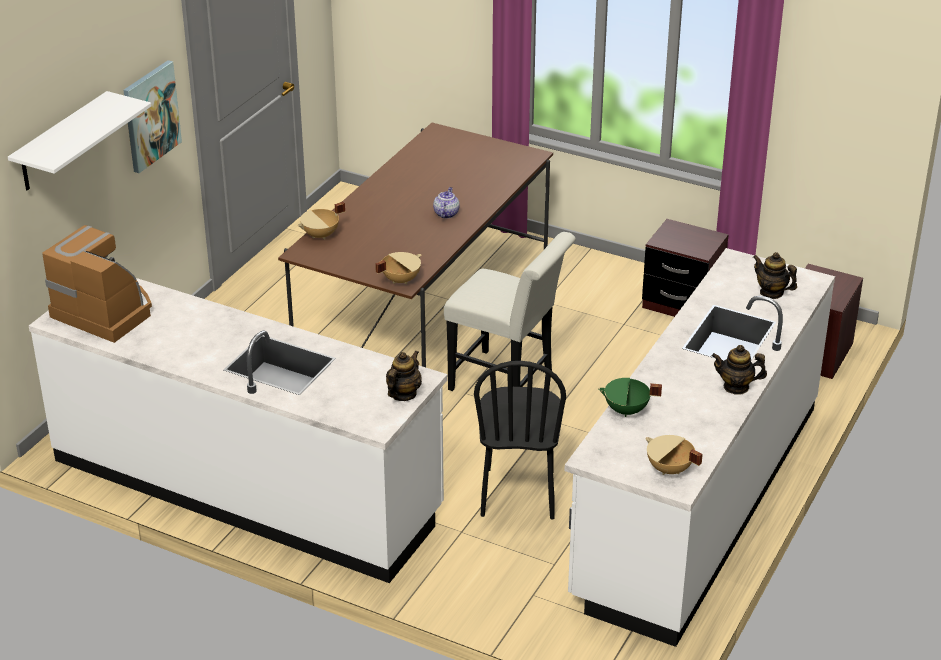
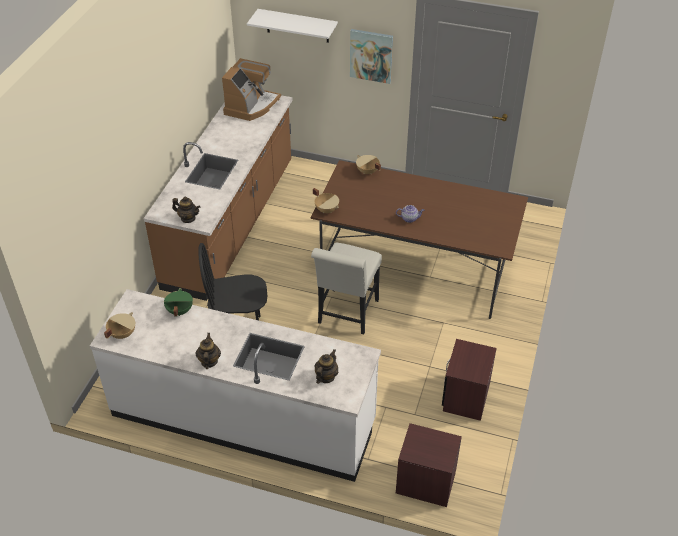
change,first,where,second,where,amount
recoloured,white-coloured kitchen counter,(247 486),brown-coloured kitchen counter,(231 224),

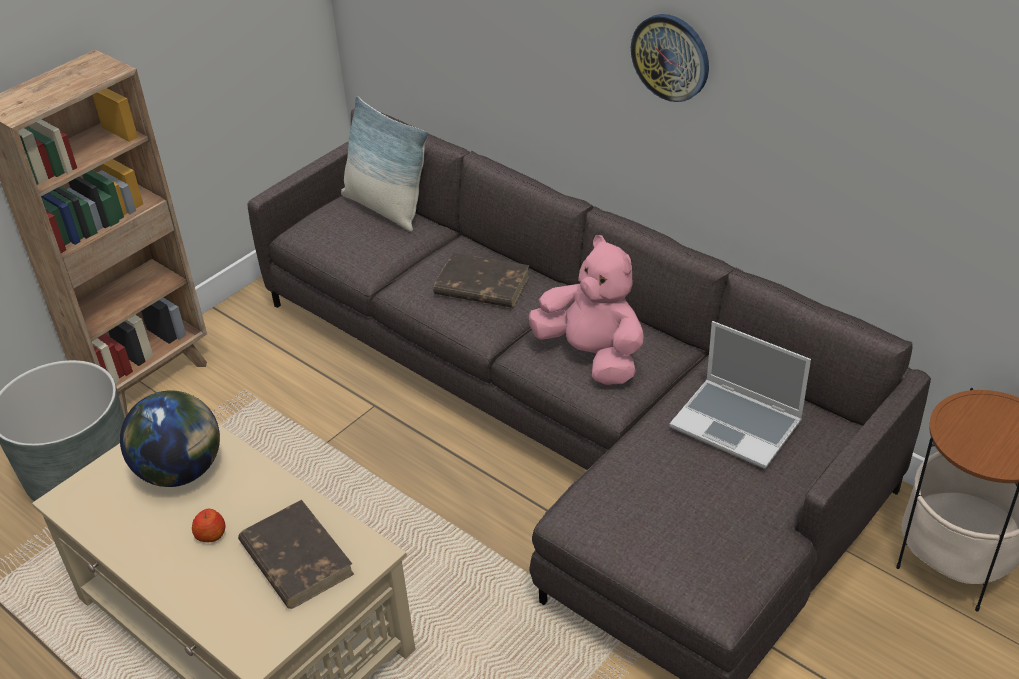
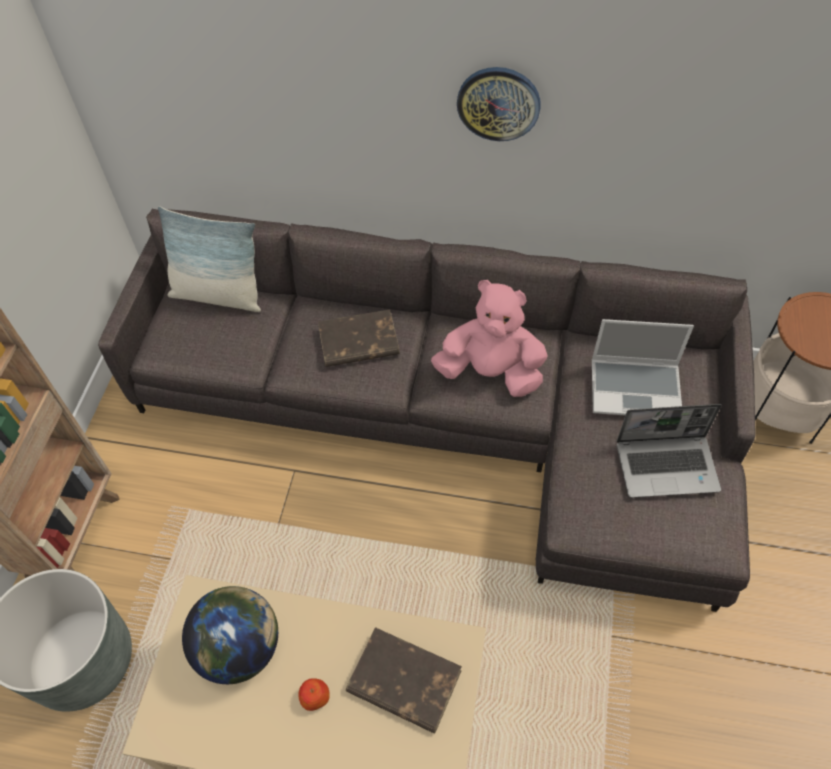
change,first,where,second,where,amount
added,,,laptop,(667 466),

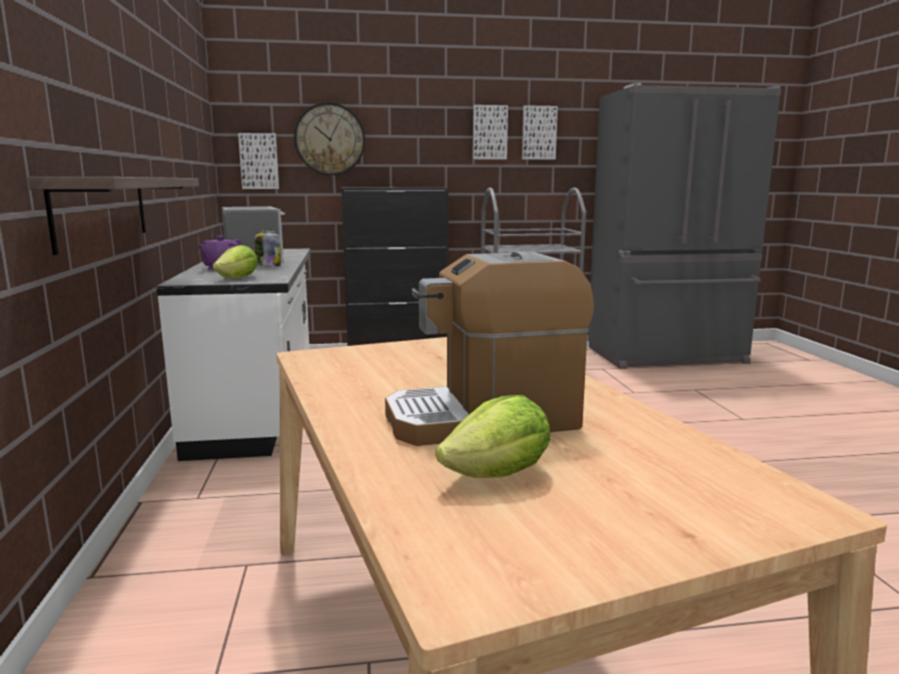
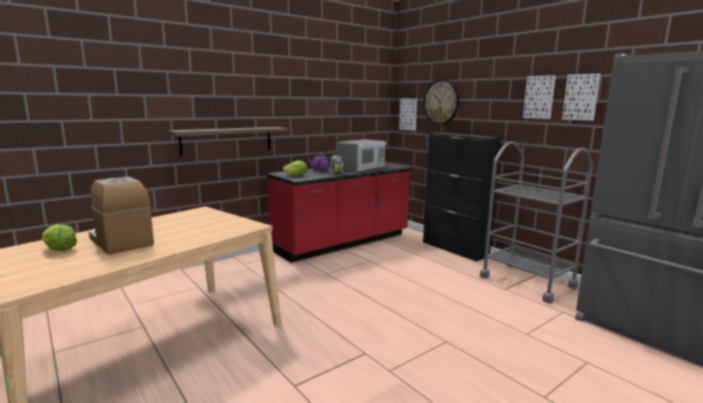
change,first,where,second,where,amount
recoloured,white-coloured kitchen counter,(260 404),red-coloured kitchen counter,(343 243),

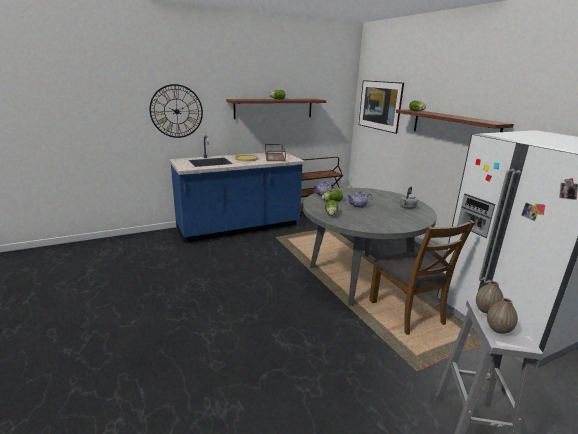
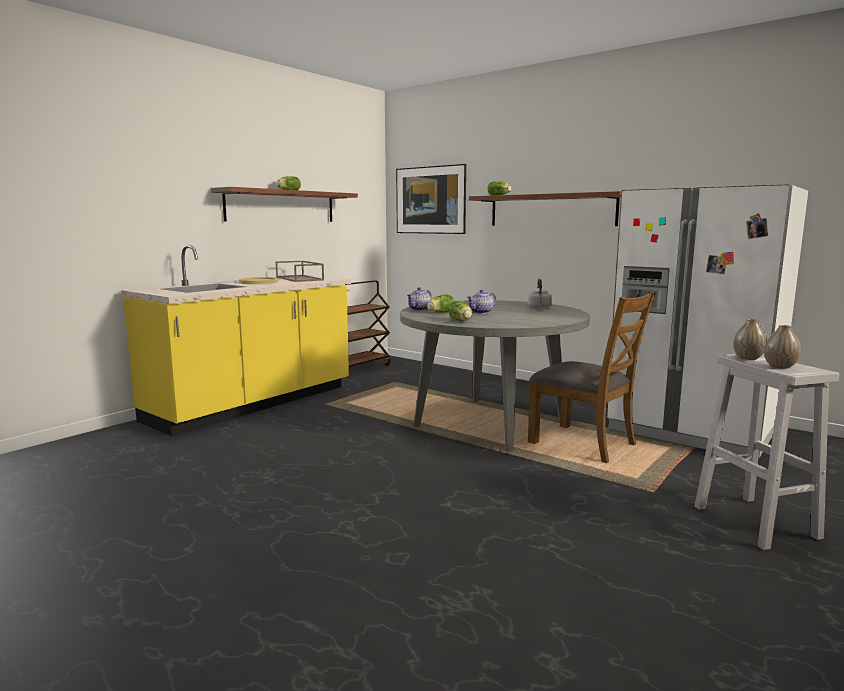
change,first,where,second,where,amount
removed,wall clock,(176 111),,,
recoloured,blue kitchen counter,(239 228),yellow-coloured kitchen counter,(253 404),

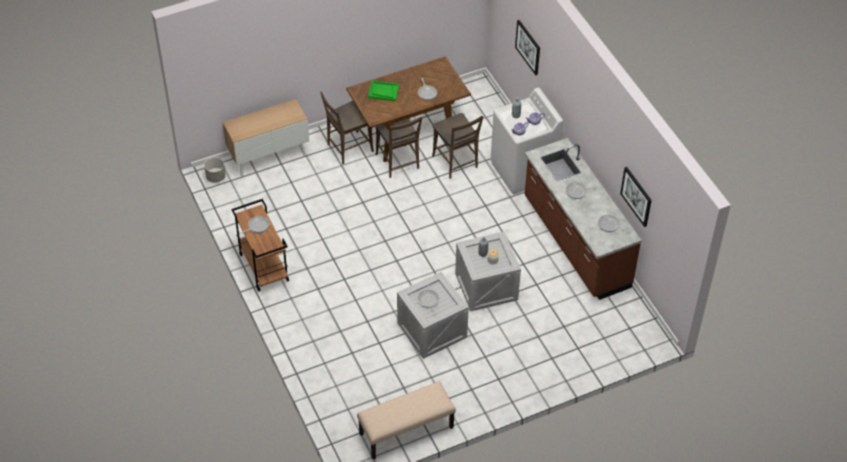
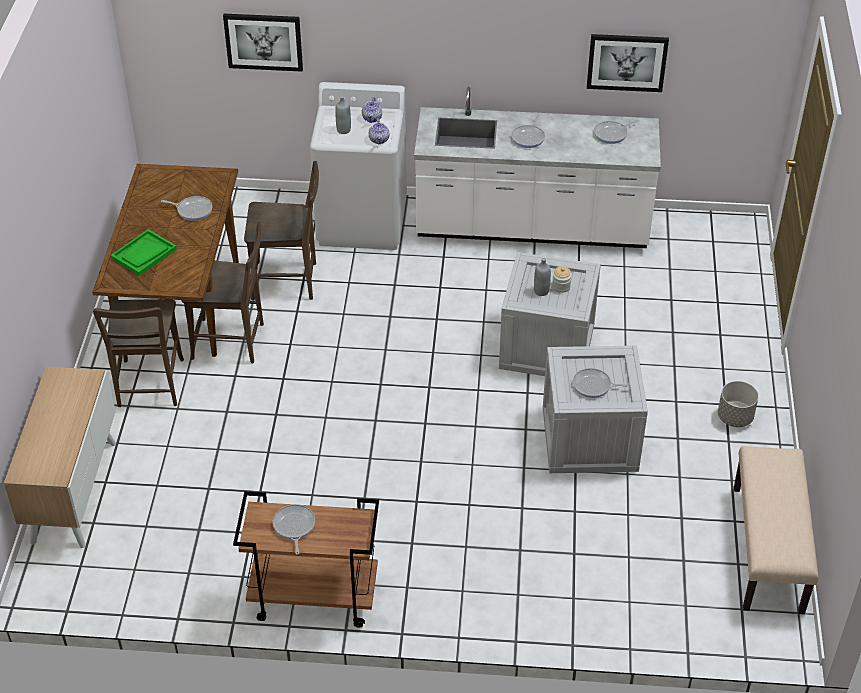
change,first,where,second,where,amount
recoloured,brown-coloured kitchen counter,(575 243),white-coloured kitchen counter,(532 228),
moved,gray flower pot,(216 177),,(734 417),

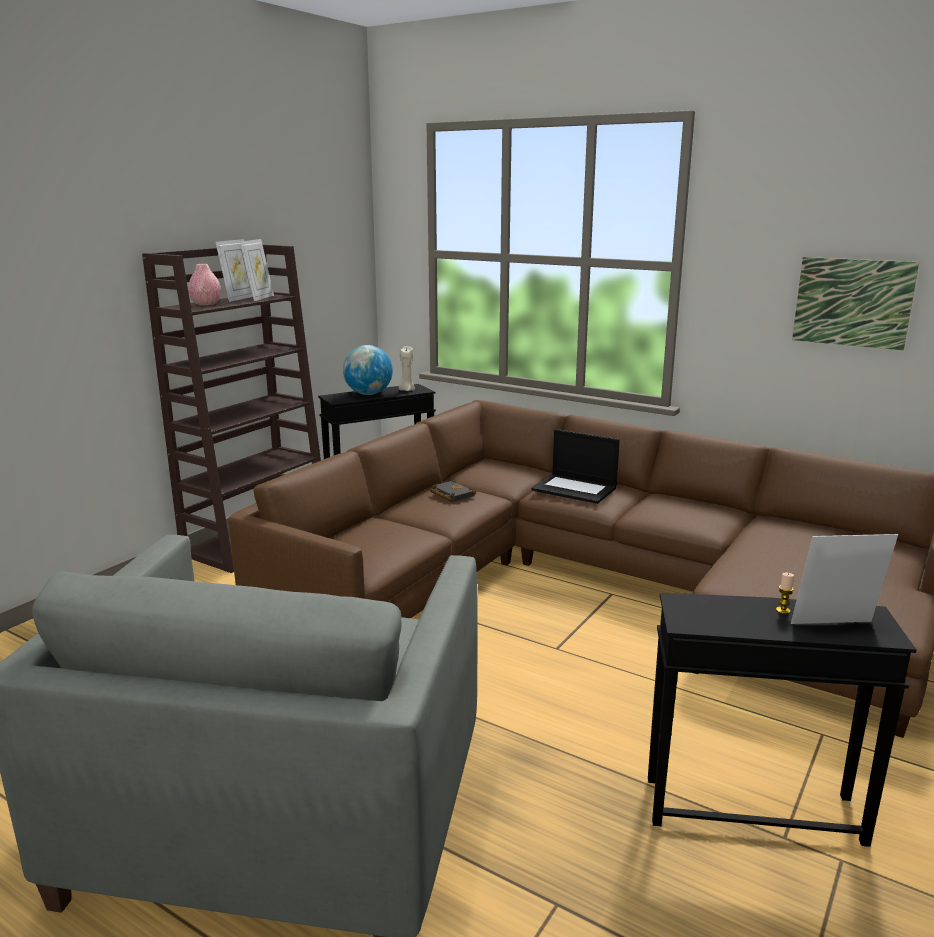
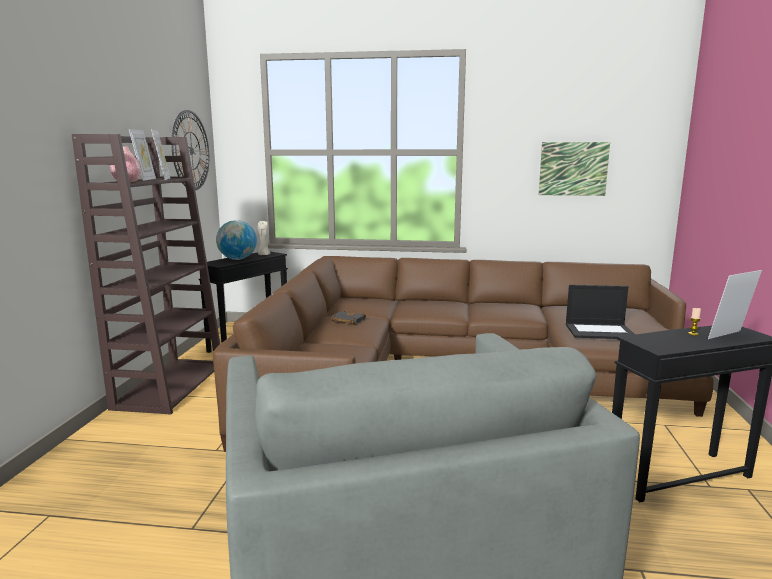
change,first,where,second,where,amount
moved,laptop,(575 489),,(600 331),
added,,,wall clock,(191 150),

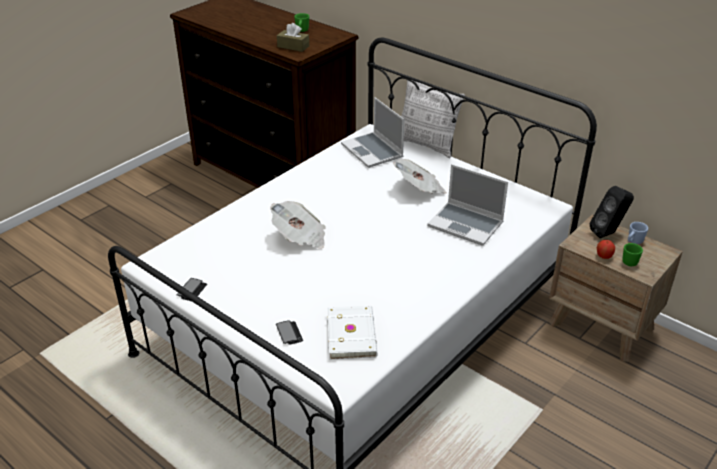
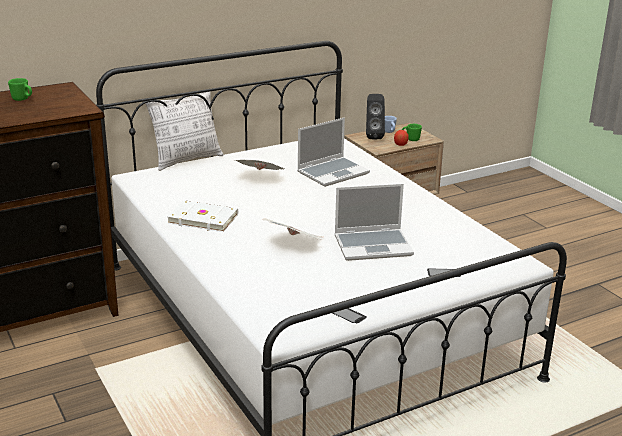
change,first,where,second,where,amount
removed,brown-coloured box of tissues,(293 46),,,
moved,laptop,(373 151),,(374 245),
moved,white-coloured volume,(352 334),,(203 218),

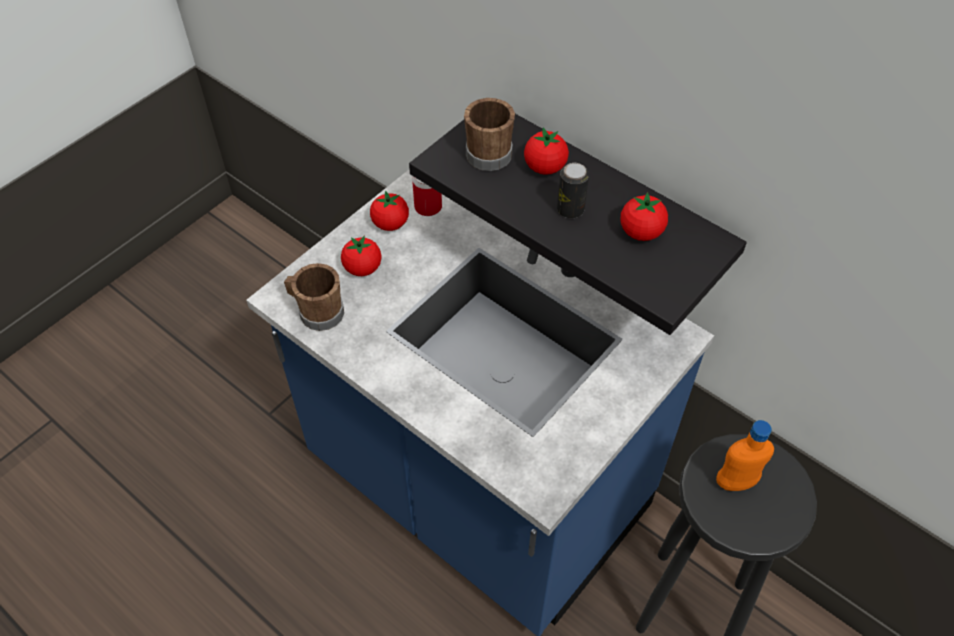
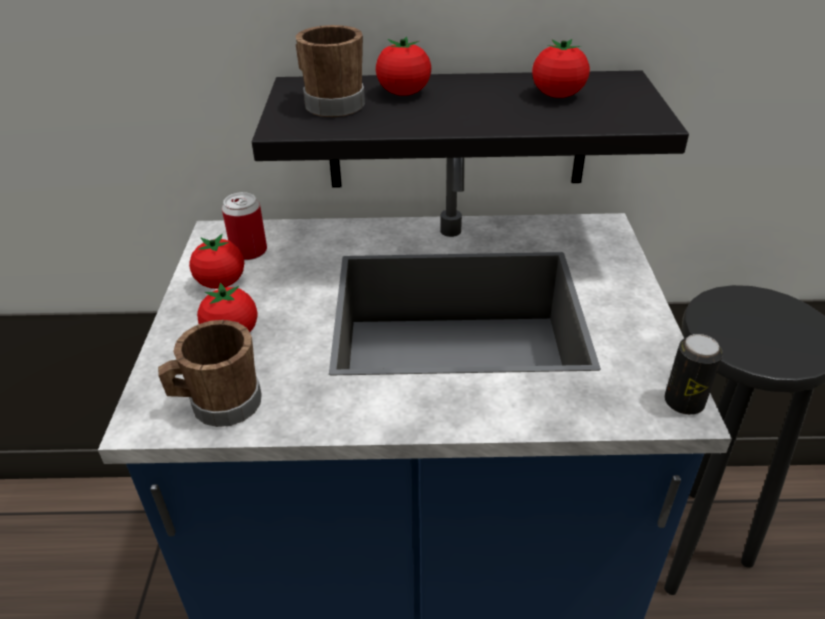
change,first,where,second,where,amount
moved,can,(570 209),,(683 402),
removed,orangey bottle,(736 482),,,

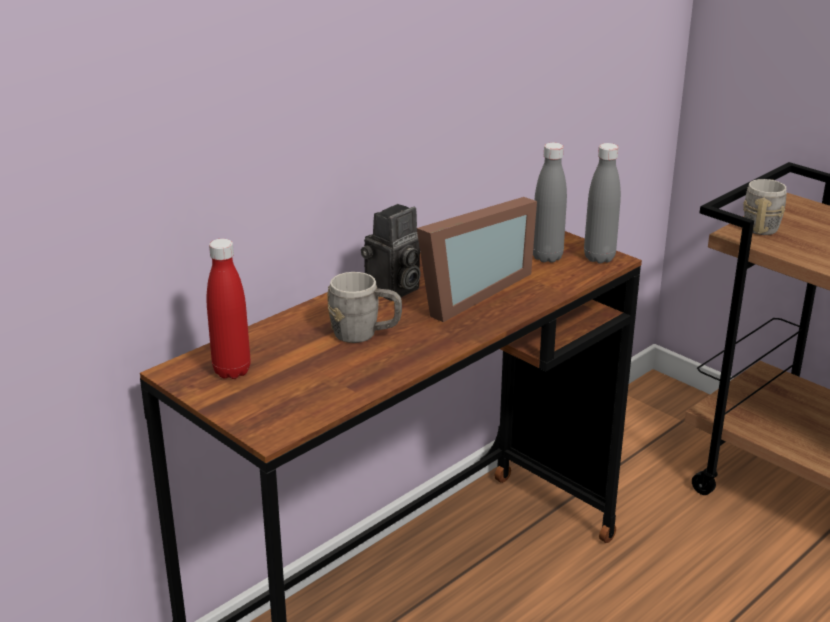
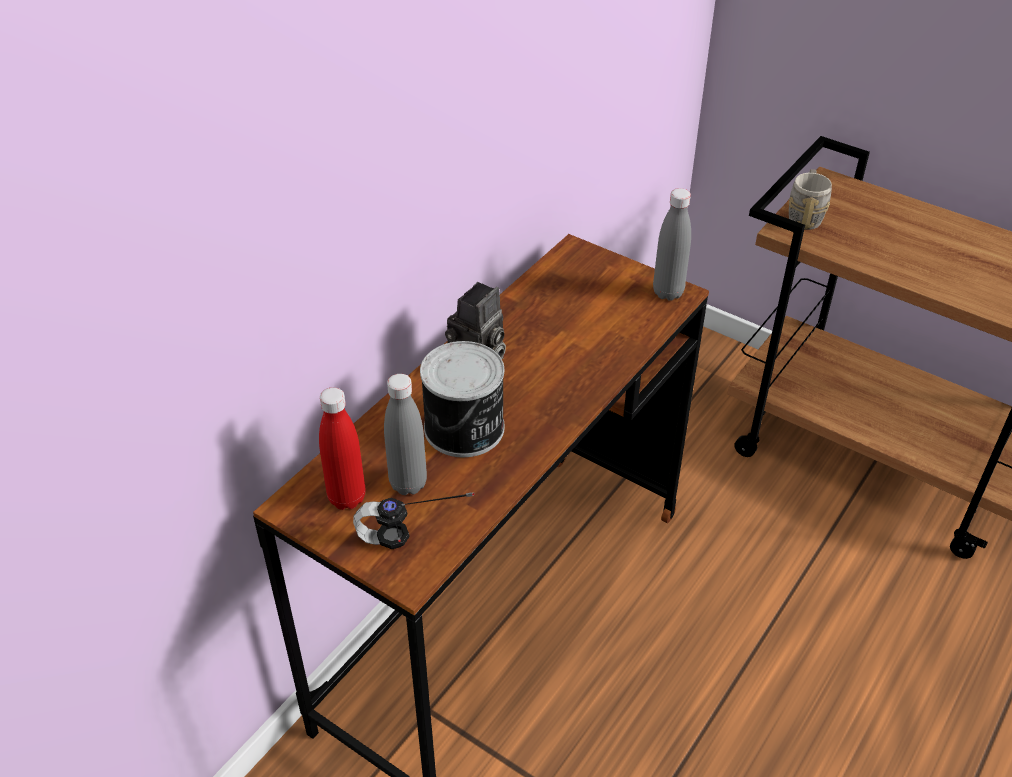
change,first,where,second,where,amount
moved,gray bottle,(547 257),,(408 483),
removed,photo frame,(465 292),,,
replaced,gray tea mug,(364 334),can,(465 429),
added,,,pair of headphones,(413 549),

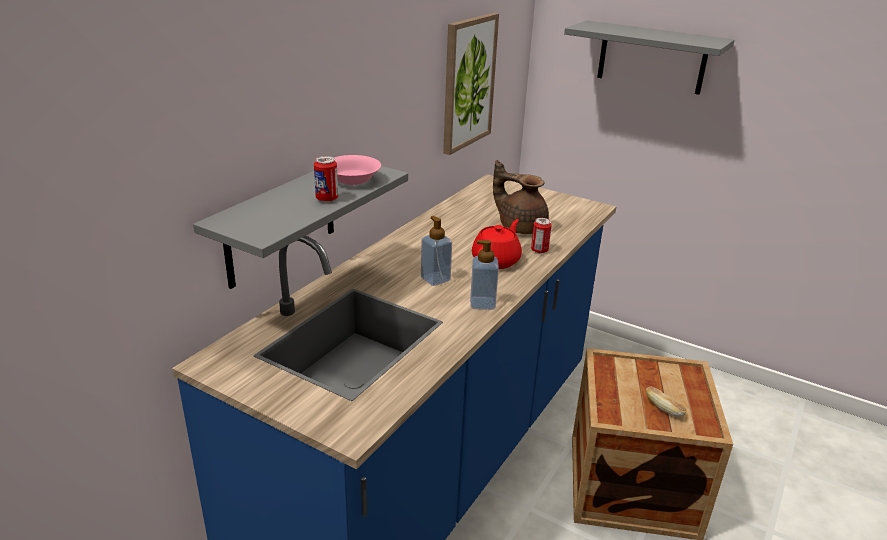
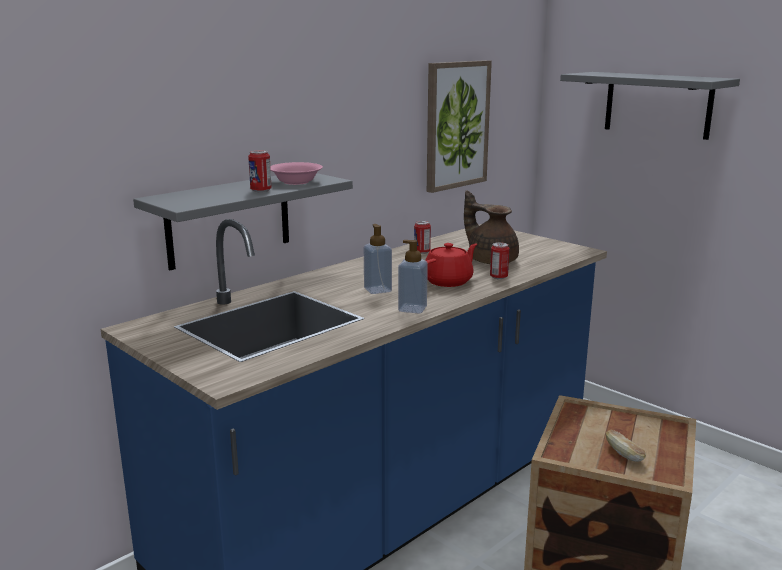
change,first,where,second,where,amount
added,,,can,(422 252),

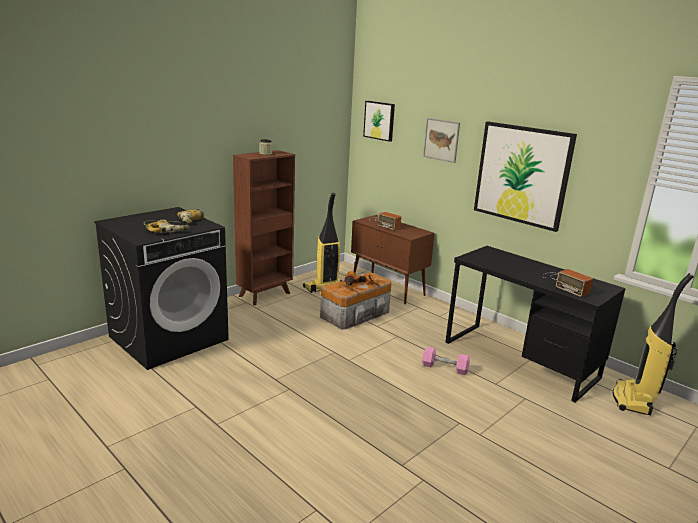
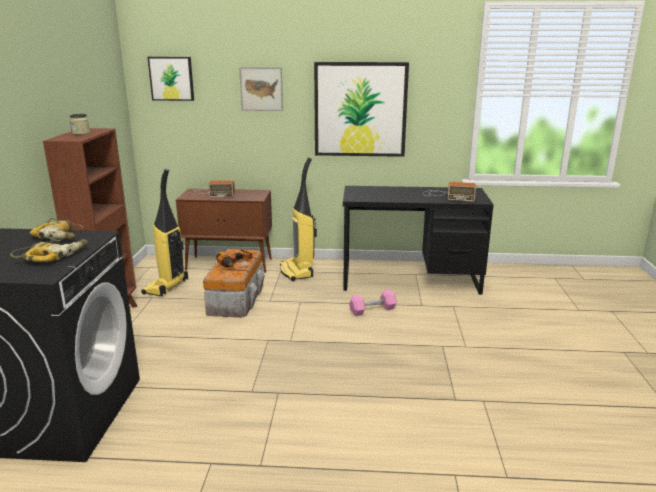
change,first,where,second,where,amount
moved,hoover,(634 400),,(297 272),

